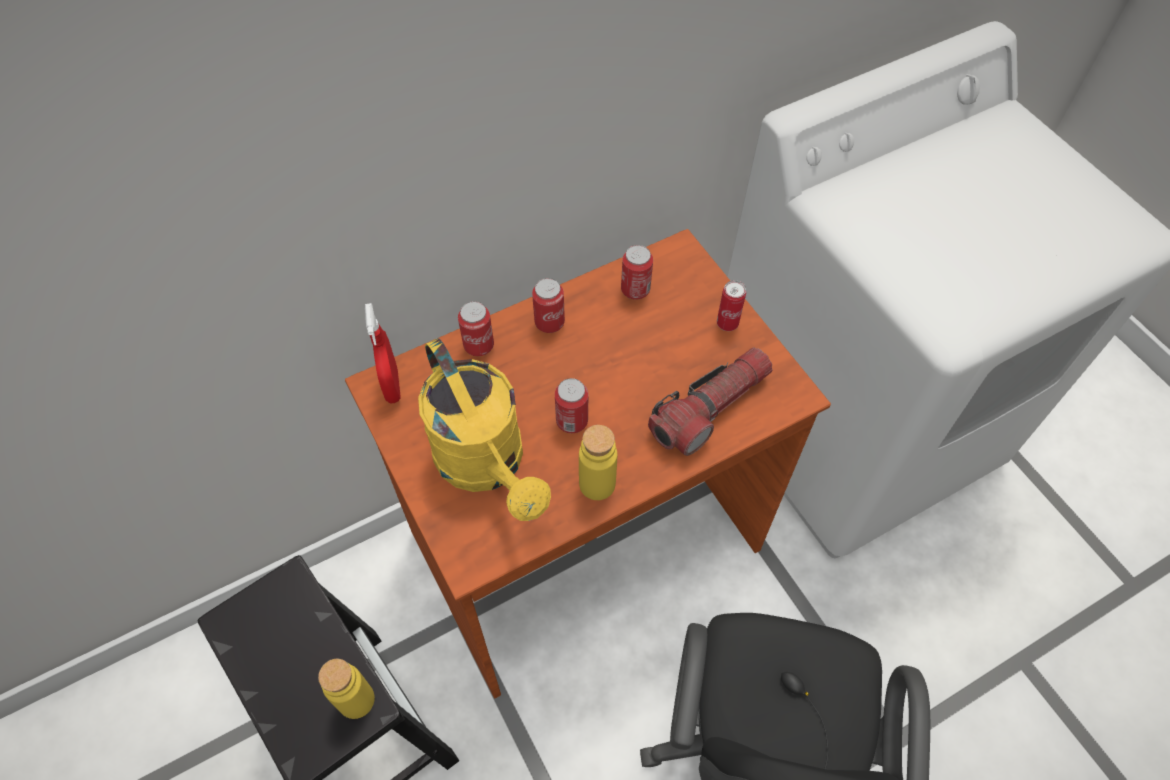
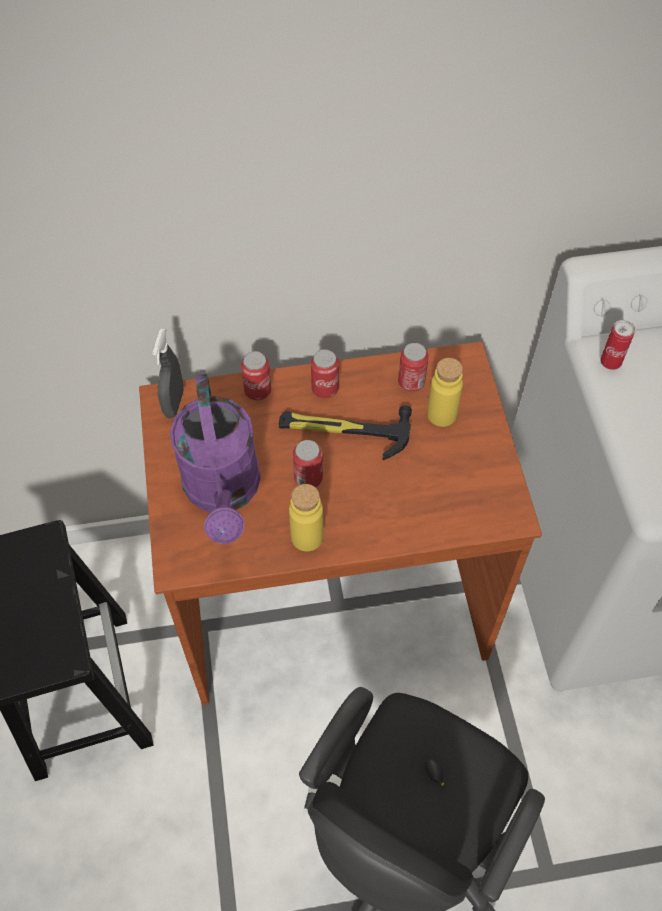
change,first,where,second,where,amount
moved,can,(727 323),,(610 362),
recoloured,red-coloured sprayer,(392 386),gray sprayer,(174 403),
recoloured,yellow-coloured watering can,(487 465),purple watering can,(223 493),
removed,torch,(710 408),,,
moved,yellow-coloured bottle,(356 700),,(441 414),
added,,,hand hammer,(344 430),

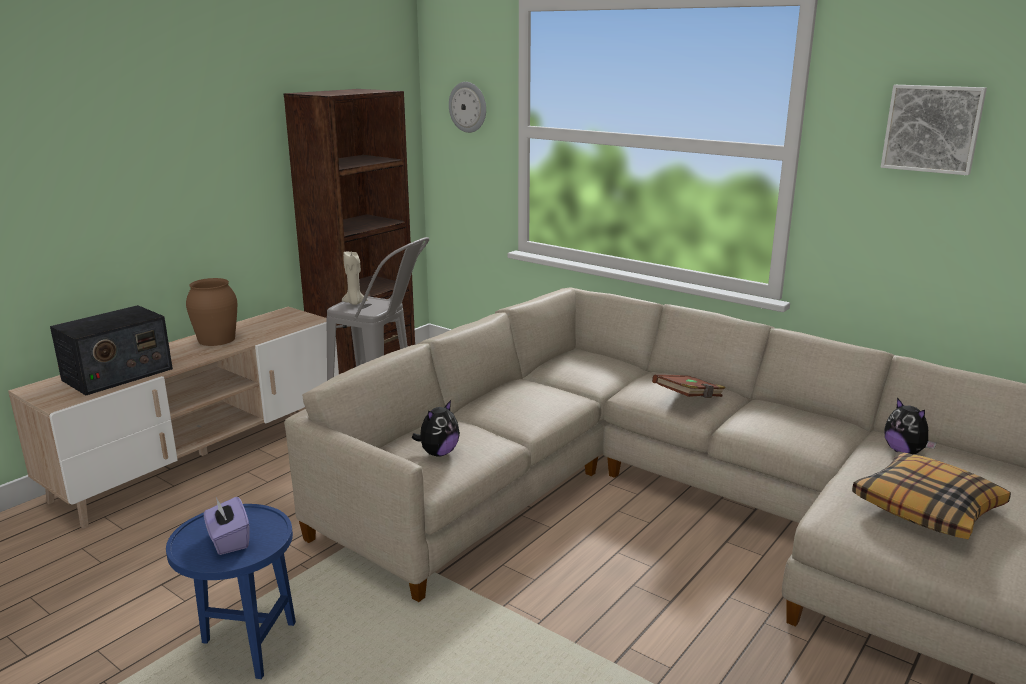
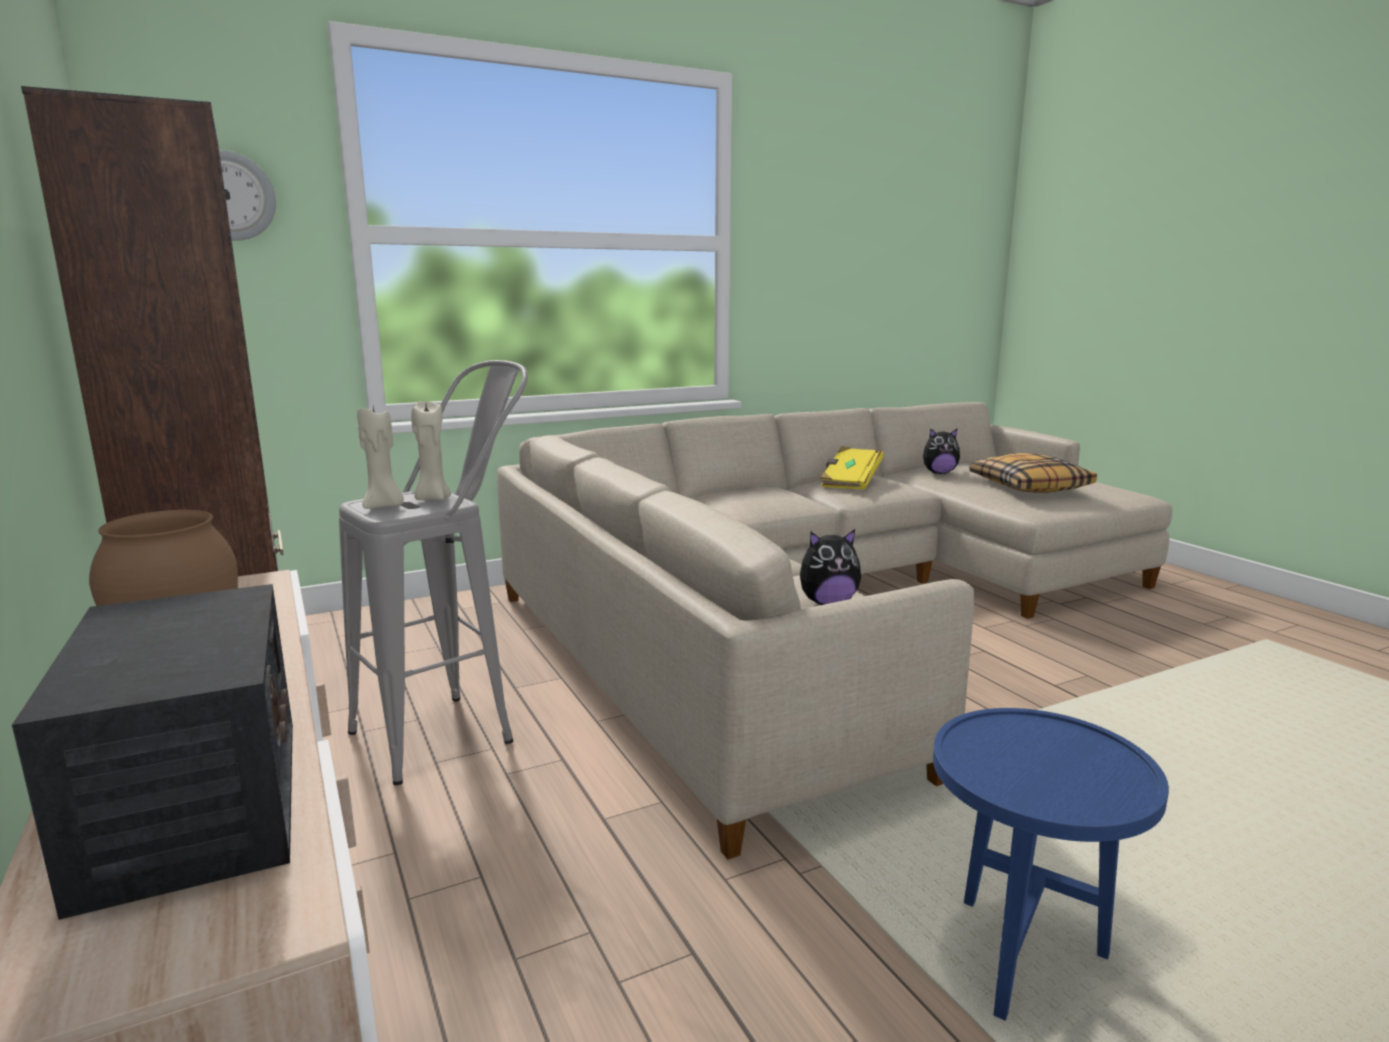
change,first,where,second,where,amount
removed,wall art,(932 128),,,
removed,brown-coloured volume,(689 399),,,
turned,cuddly toy,(438 453),,(827 603),105 degrees clockwise
removed,purple box of tissues,(228 540),,,
added,,,sand-coloured wax candle,(432 499),
added,,,yellow-coloured volume,(850 482),

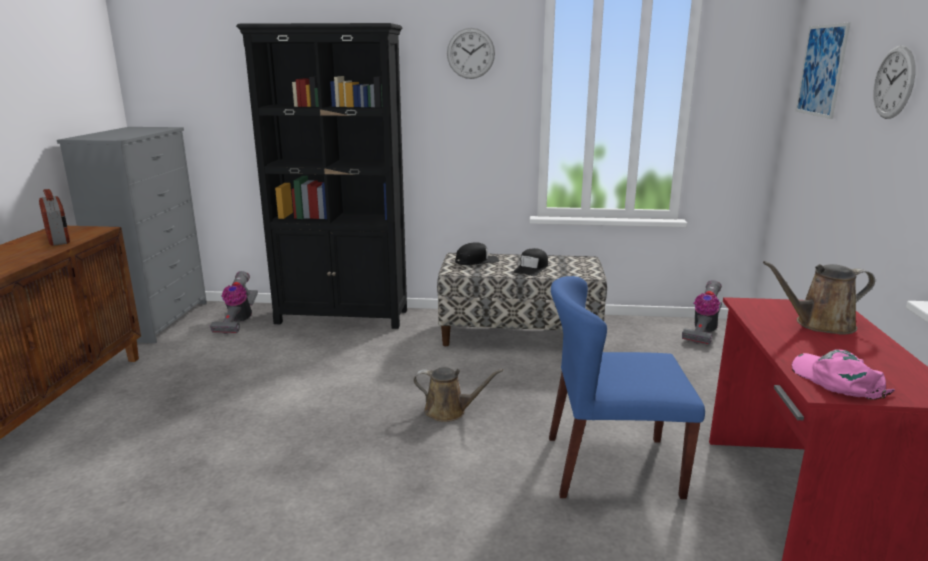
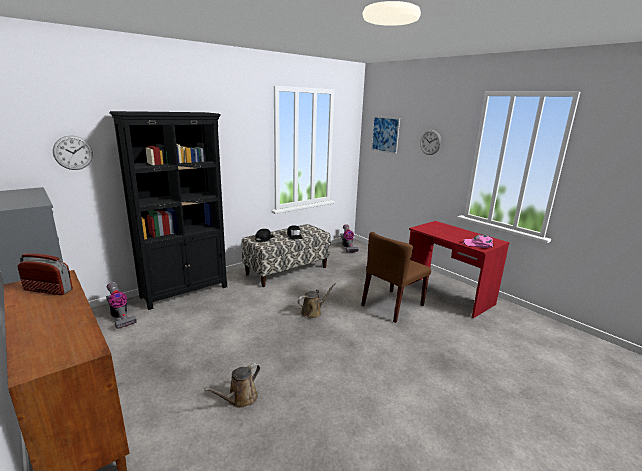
change,first,where,second,where,amount
moved,wall clock,(470 53),,(73 152),
moved,brown-coloured watering can,(819 324),,(240 399),
recoloured,blue plain chair,(611 466),brown-coloured plain chair,(392 305),

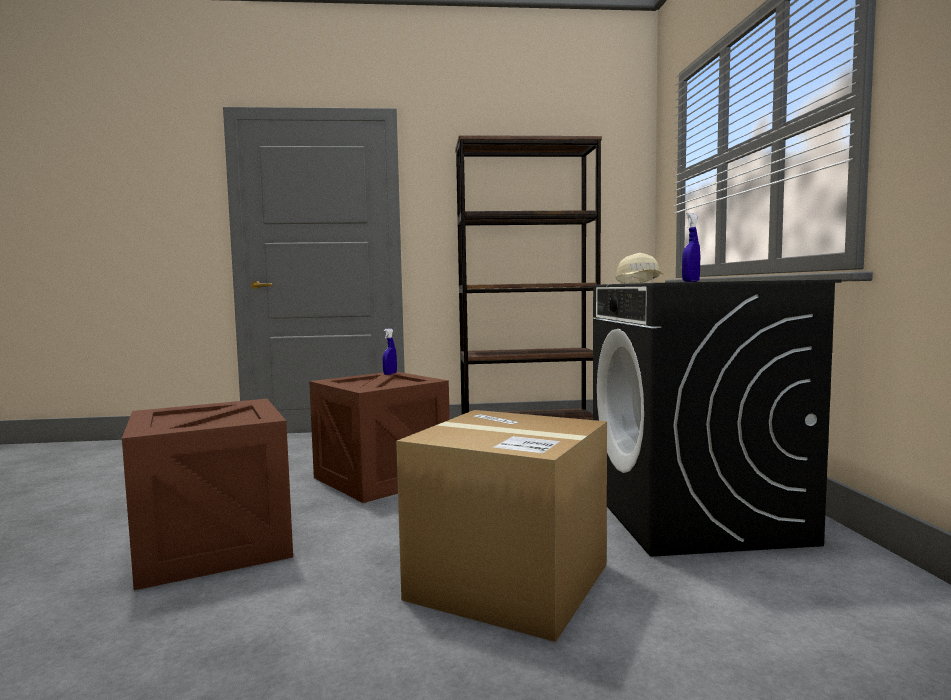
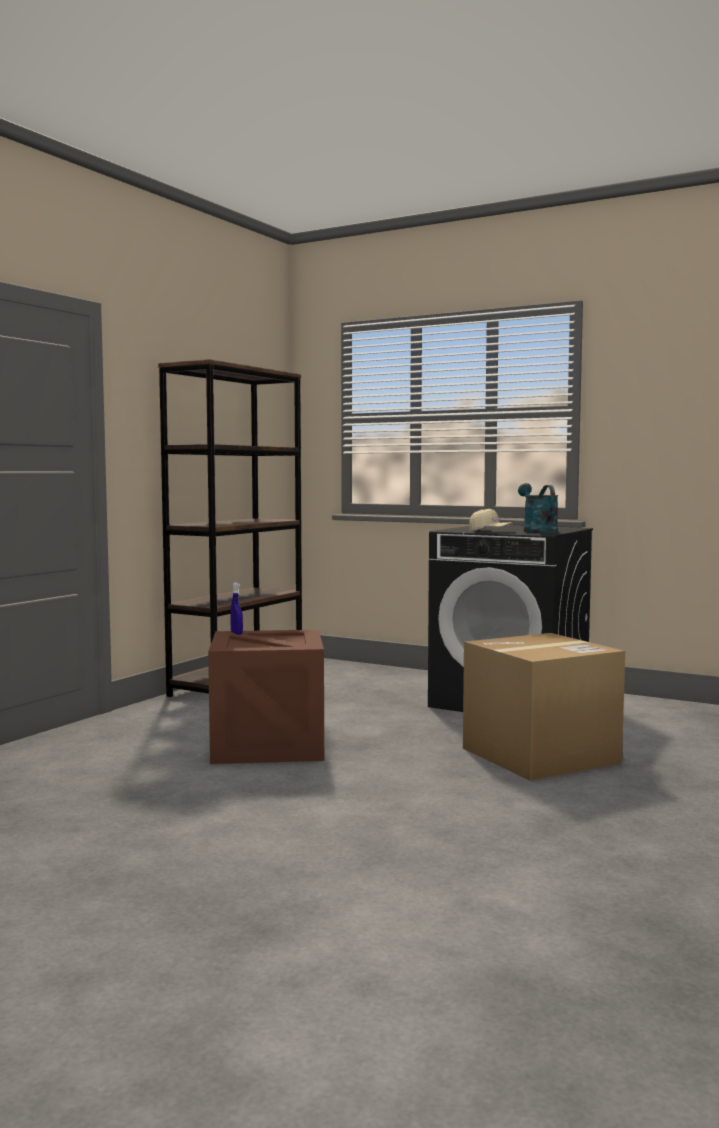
change,first,where,second,where,amount
replaced,blue sprayer,(690 281),blue-green watering can,(537 531),
removed,packing crate,(213 545),,,

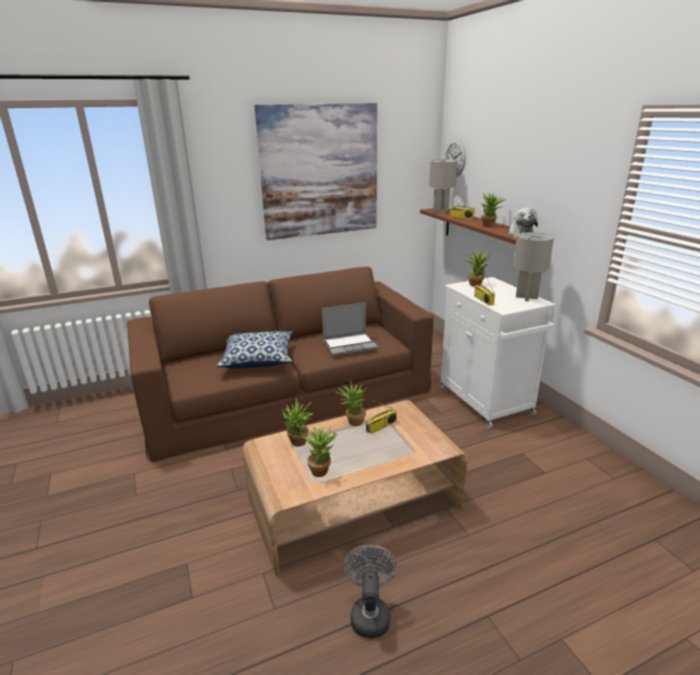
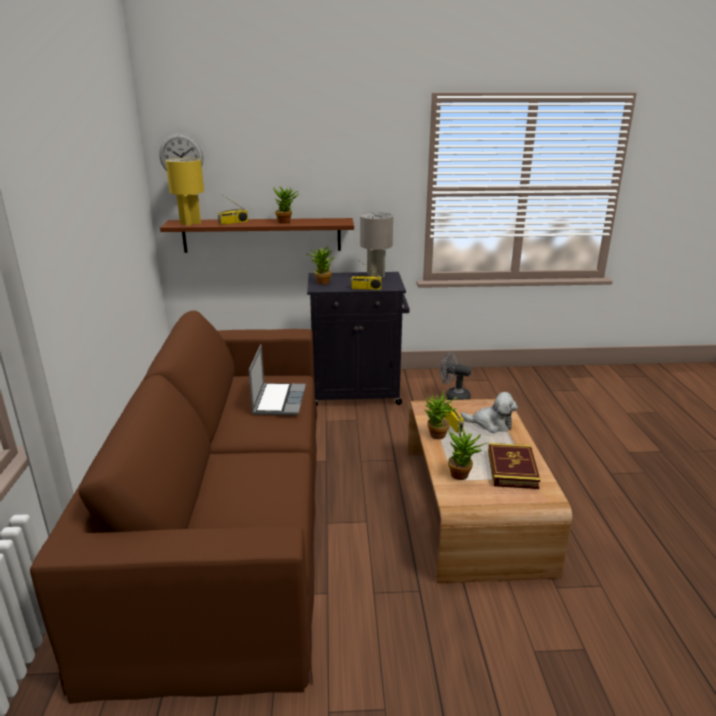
change,first,where,second,where,amount
removed,wall art,(320 171),,,
recoloured,gray tabletop lamp,(440 211),yellow-coloured tabletop lamp,(190 223),
moved,cuddly toy,(519 234),,(491 424),
recoloured,white-coloured cupboard,(486 401),black-coloured cupboard,(357 392),
removed,pillow,(258 359),,,
replaced,houseplant,(321 469),volume,(512 469),
moved,gray fan,(369 613),,(453 397),

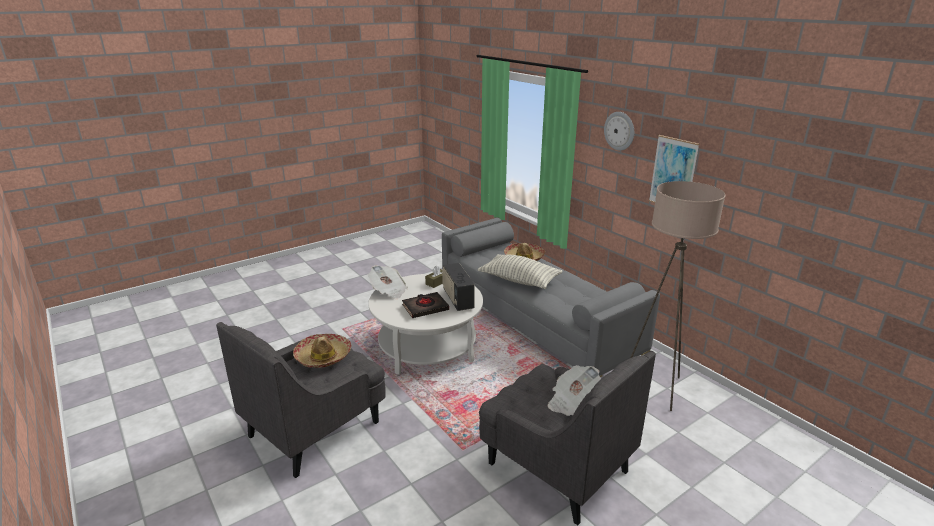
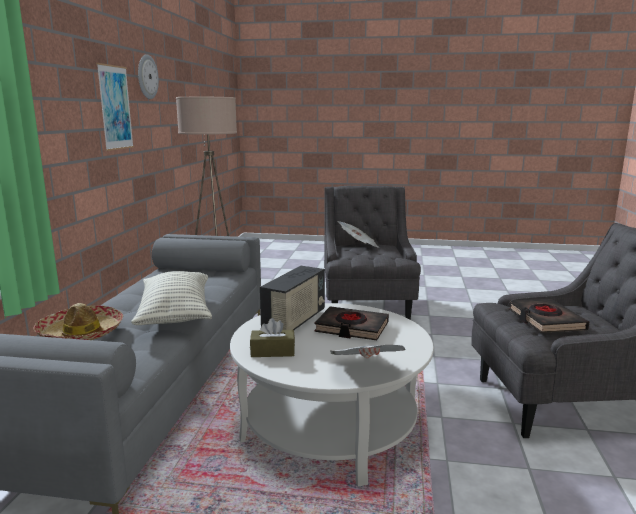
change,first,where,second,where,amount
moved,wall clock,(619 131),,(147 77),
replaced,hat,(323 356),black-coloured volume,(545 320),

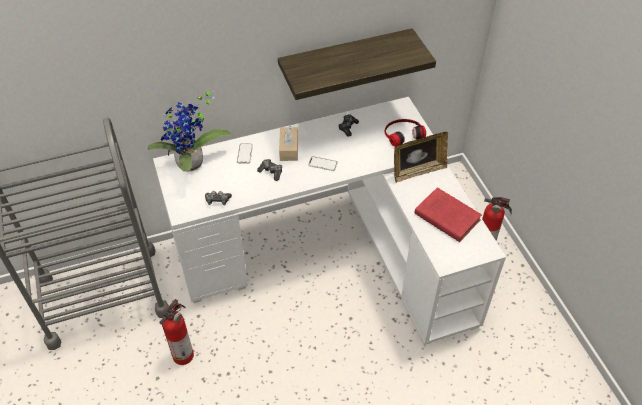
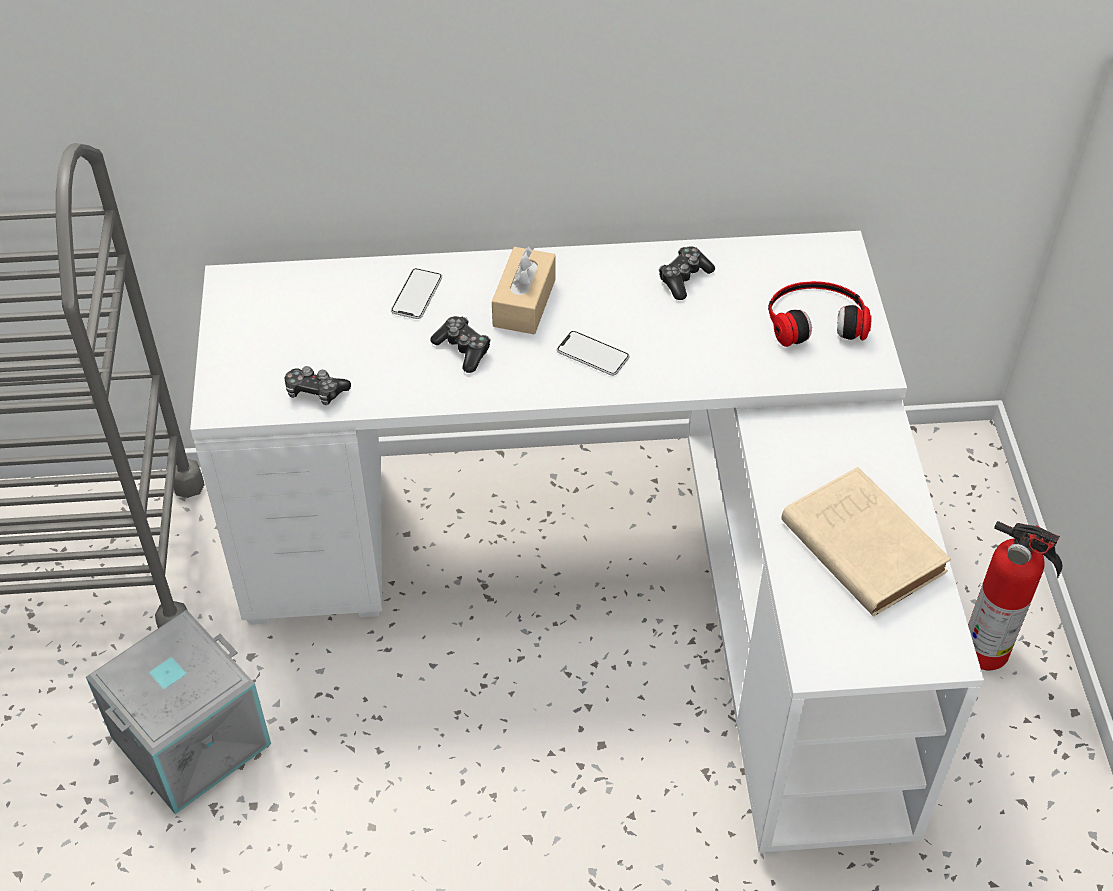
change,first,where,second,where,amount
removed,bracket shelf,(346 60),,,
removed,houseplant,(192 165),,,
removed,photo frame,(418 171),,,
recoloured,red-coloured volume,(445 216),sand-coloured volume,(859 544),
replaced,extinguisher,(184 354),gray storage bin,(190 738),

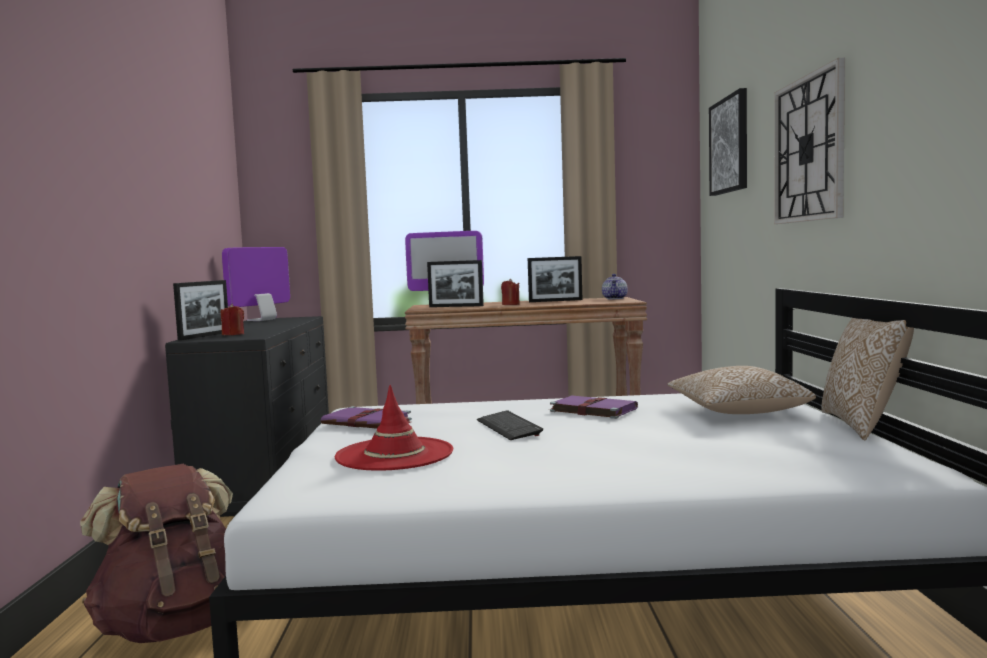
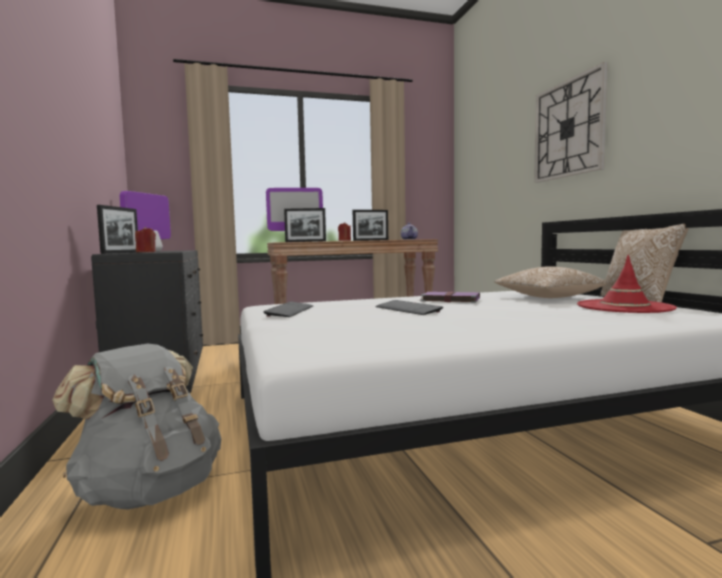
change,first,where,second,where,amount
removed,wall art,(730 145),,,
moved,red-coloured hat,(394 454),,(624 307),
replaced,purple volume,(368 422),keyboard,(290 311),
recoloured,brown-coloured knapsack,(176 625),gray knapsack,(150 490),

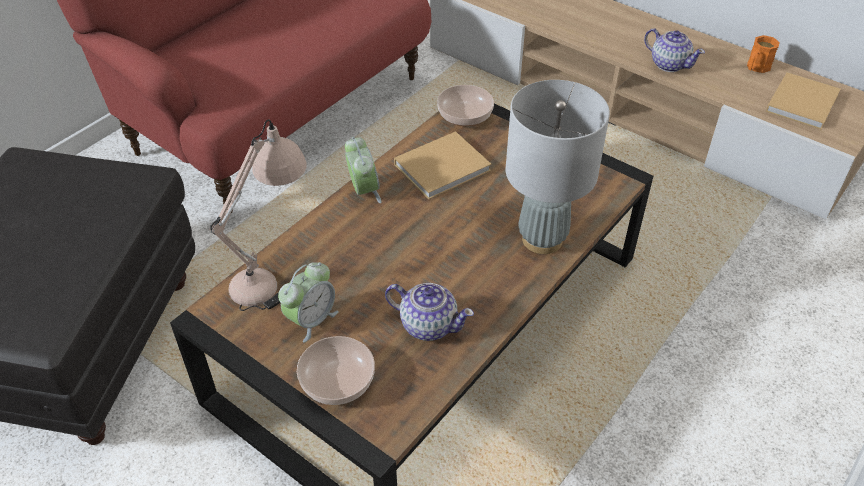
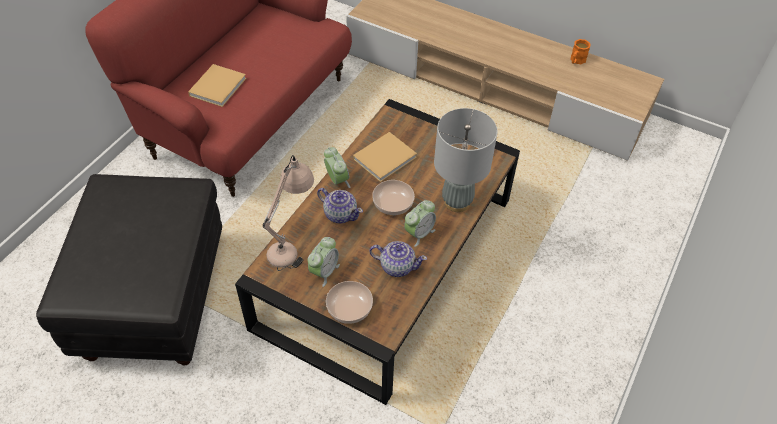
change,first,where,second,where,amount
moved,pot for tea,(669 64),,(340 214),
moved,sand-coloured volume,(802 102),,(219 86),
moved,bowl,(464 115),,(392 203),
added,,,table clock,(419 233),

